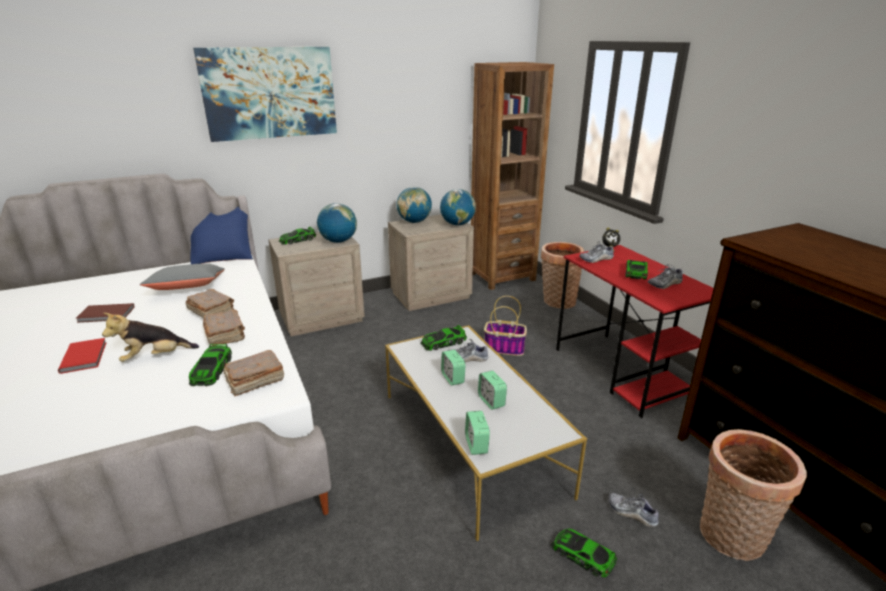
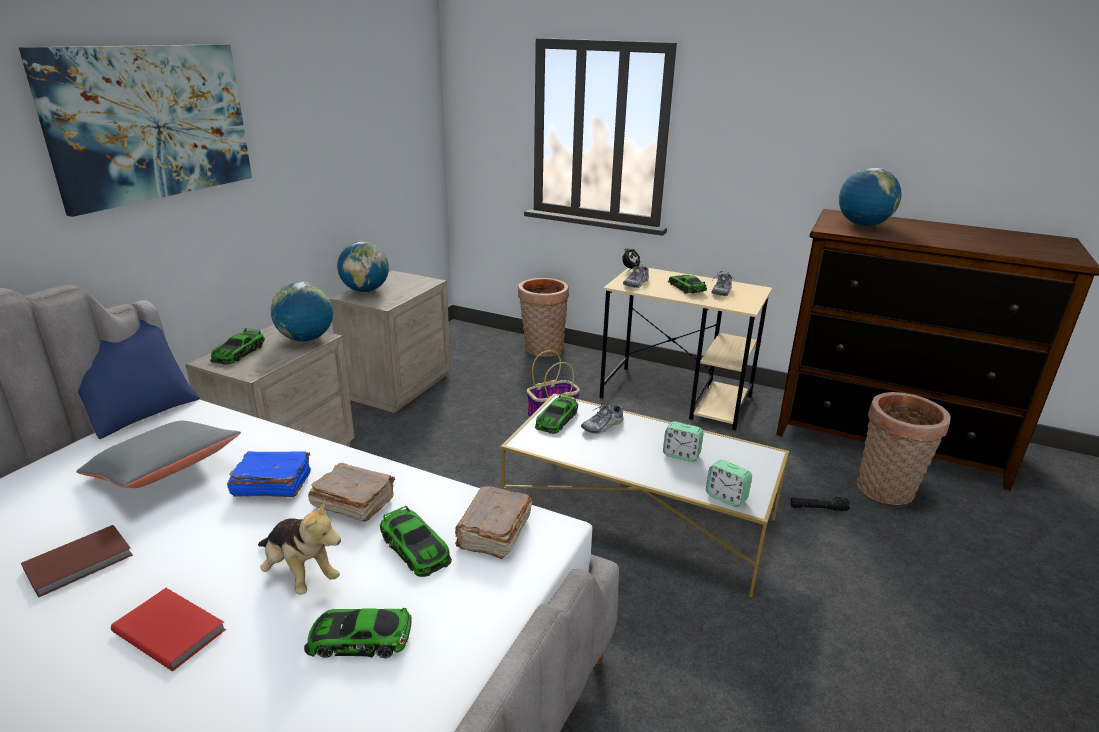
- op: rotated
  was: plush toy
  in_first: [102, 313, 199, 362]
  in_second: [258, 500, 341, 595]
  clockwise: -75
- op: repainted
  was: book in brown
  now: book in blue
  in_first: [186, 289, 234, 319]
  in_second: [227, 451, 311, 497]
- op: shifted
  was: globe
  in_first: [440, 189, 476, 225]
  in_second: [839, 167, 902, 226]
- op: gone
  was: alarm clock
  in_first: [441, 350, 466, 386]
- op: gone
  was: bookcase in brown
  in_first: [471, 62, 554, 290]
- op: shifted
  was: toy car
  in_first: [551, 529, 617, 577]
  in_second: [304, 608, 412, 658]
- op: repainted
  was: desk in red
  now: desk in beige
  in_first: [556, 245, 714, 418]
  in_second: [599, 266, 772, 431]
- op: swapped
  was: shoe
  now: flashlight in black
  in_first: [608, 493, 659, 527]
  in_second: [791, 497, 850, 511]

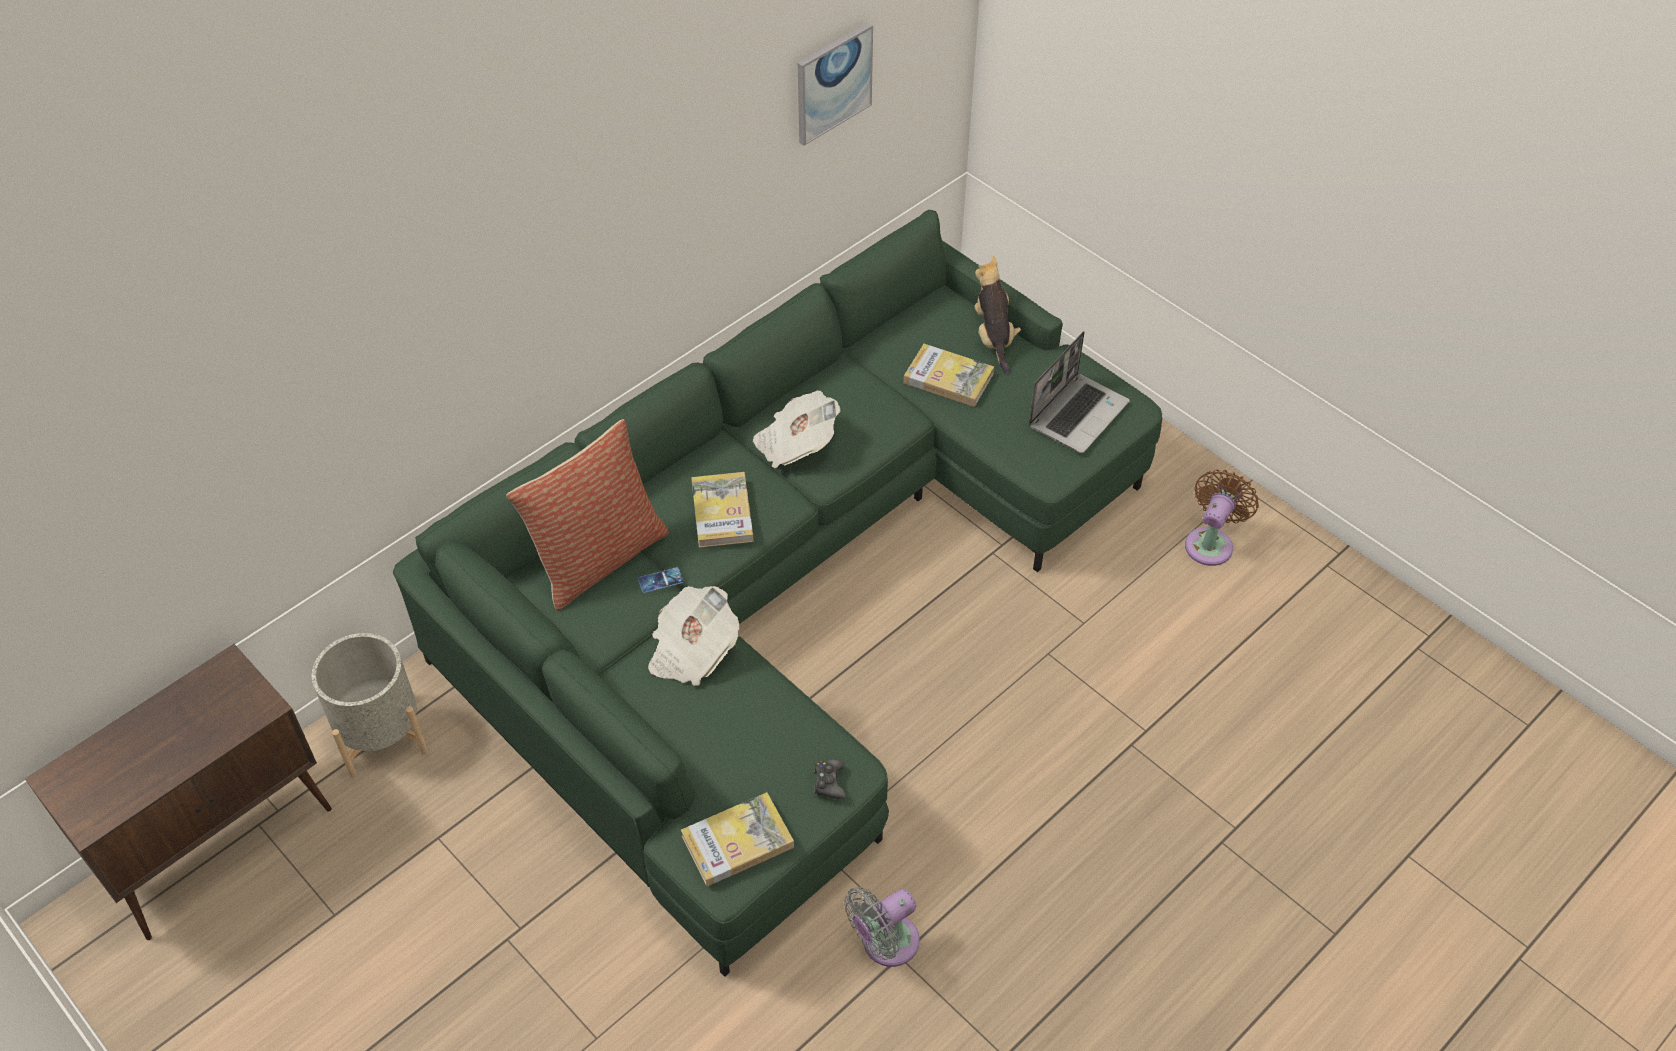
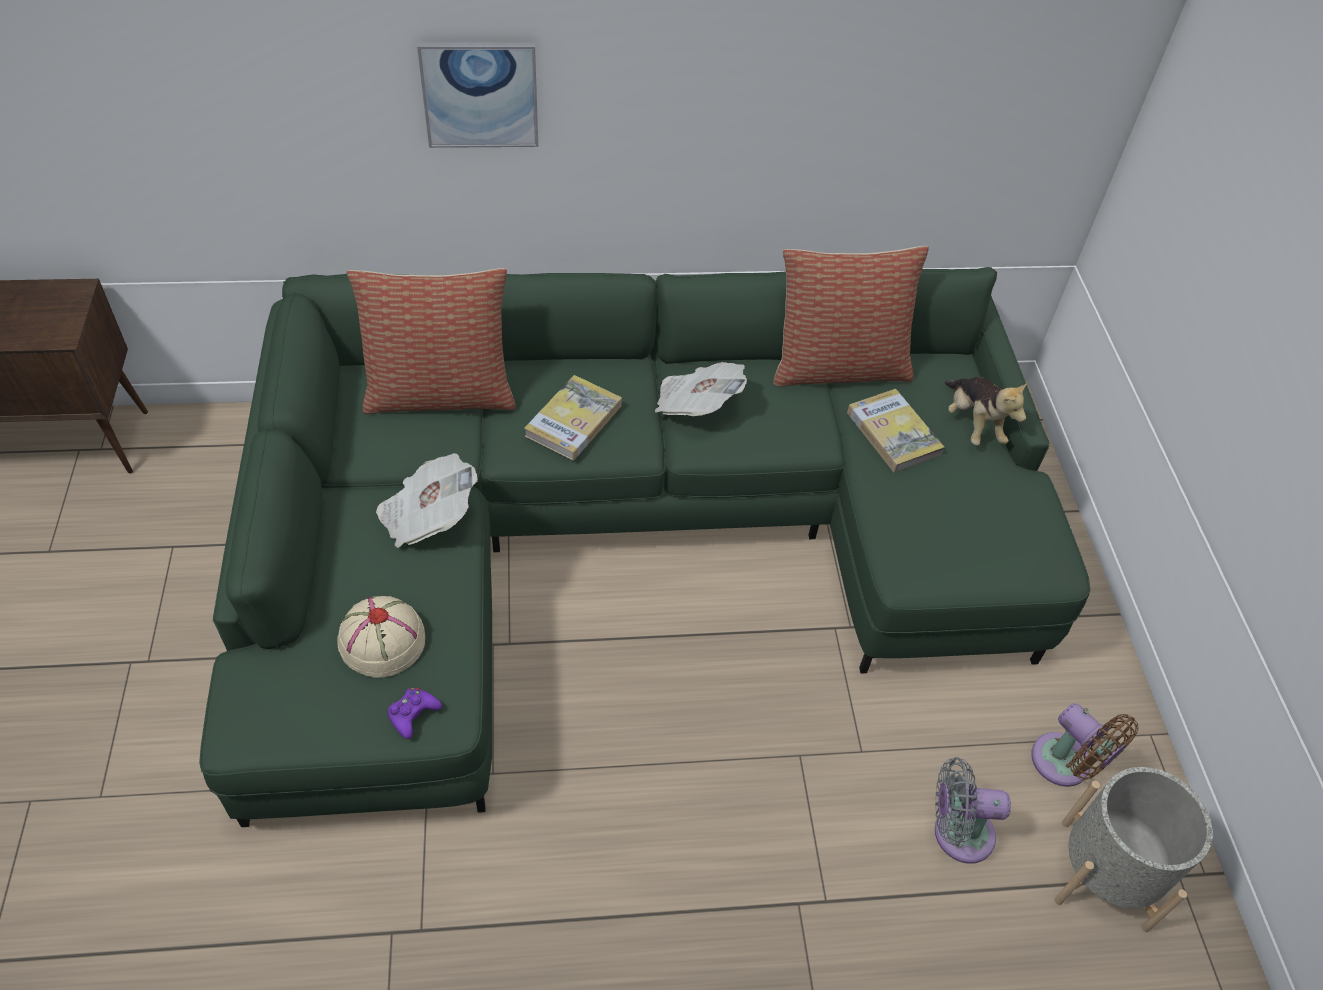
- op: shifted
  was: planter in grey
  in_first: [312, 633, 428, 777]
  in_second: [1054, 767, 1213, 932]
- op: gone
  was: phone
  in_first: [638, 567, 683, 593]
- op: gone
  was: book
  in_first: [681, 792, 794, 886]
- op: shifted
  was: picture
  in_first: [798, 23, 873, 146]
  in_second: [417, 42, 538, 148]
- op: repainted
  was: game controller in black
  now: game controller in purple
  in_first: [814, 759, 846, 799]
  in_second: [388, 687, 442, 739]
- op: shifted
  was: fan in grey
  in_first: [844, 887, 920, 967]
  in_second: [935, 757, 1011, 864]
- op: rotated
  was: plush toy
  in_first: [974, 256, 1021, 374]
  in_second: [944, 377, 1027, 446]
  clockwise: 135
- op: gone
  was: laptop
  in_first: [1029, 331, 1130, 453]
- op: rotated
  was: fan in brown
  in_first: [1185, 470, 1259, 566]
  in_second: [1032, 703, 1139, 787]
  clockwise: 75
- op: new
  now: hat in beige
  in_second: [337, 596, 425, 678]
- op: new
  now: pillow
  in_second: [773, 246, 929, 387]

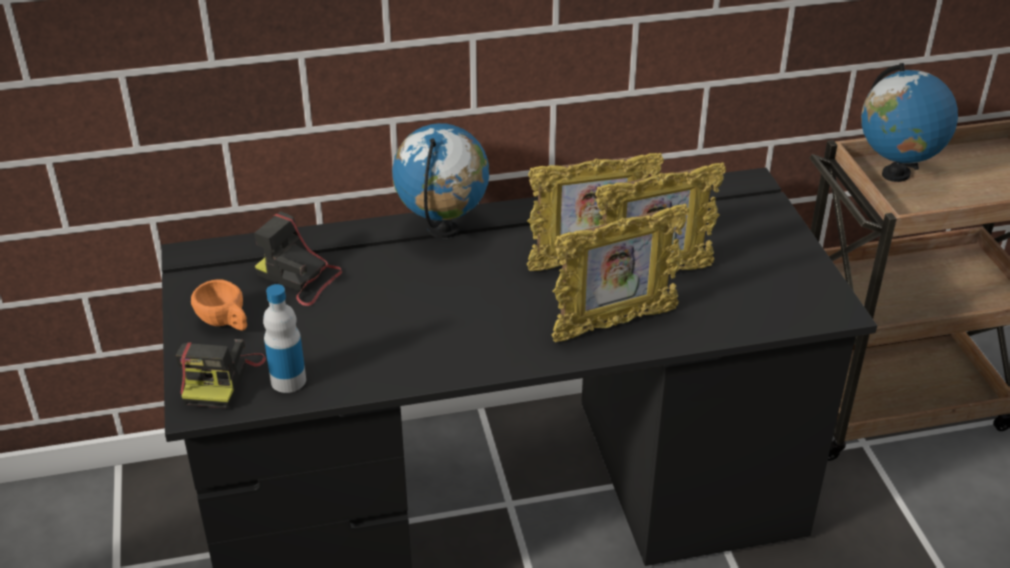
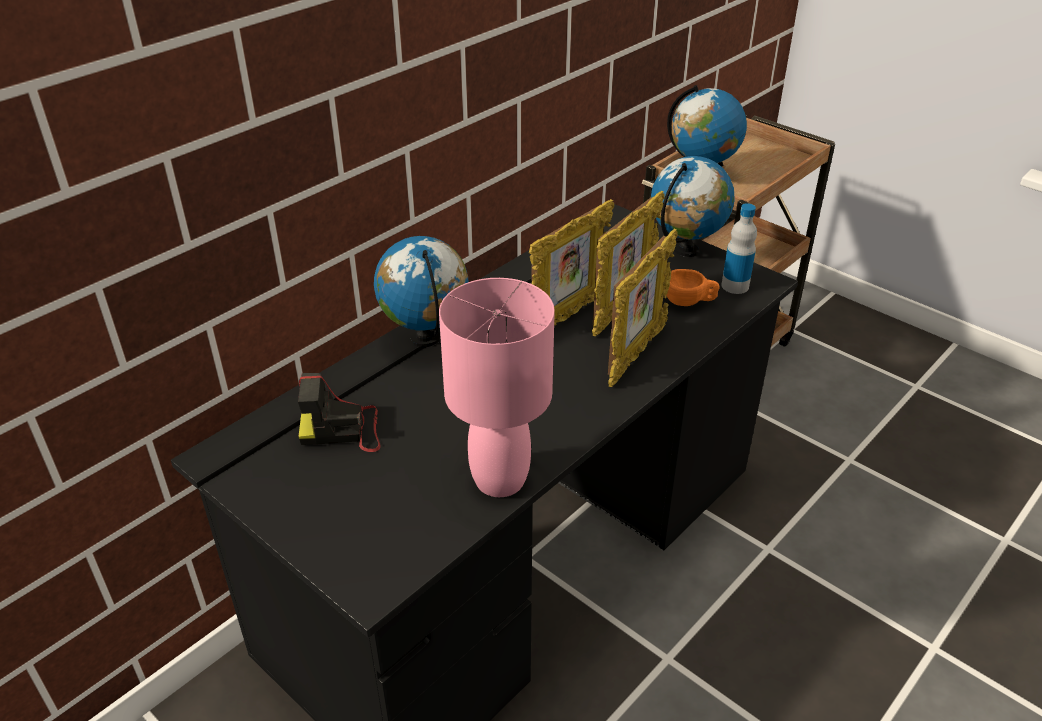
- op: gone
  was: photo camera
  in_first: [176, 339, 266, 409]
- op: shifted
  was: cup in orange
  in_first: [191, 279, 247, 331]
  in_second: [664, 269, 720, 306]
- op: shifted
  was: bottle
  in_first: [263, 284, 306, 393]
  in_second: [722, 203, 757, 294]
- op: new
  now: table lamp in pink
  in_second: [439, 278, 555, 497]
- op: new
  now: globe
  in_second: [651, 156, 735, 257]

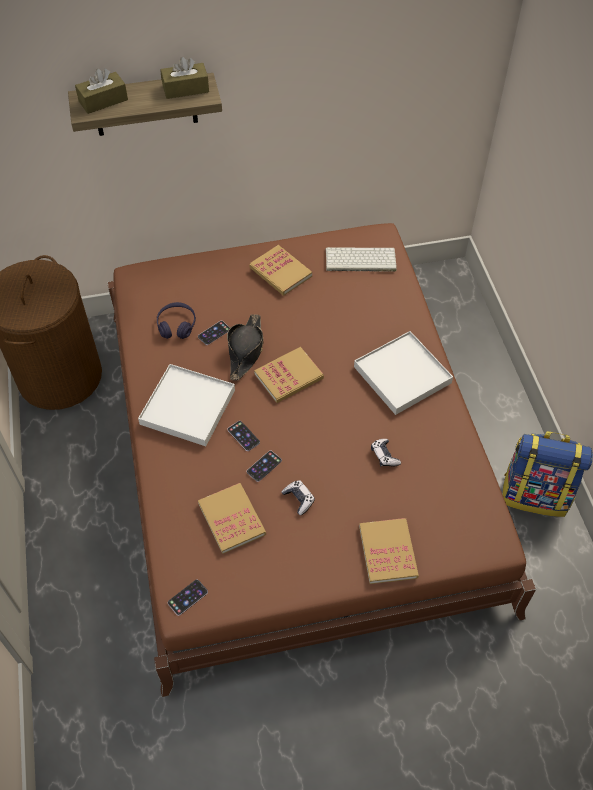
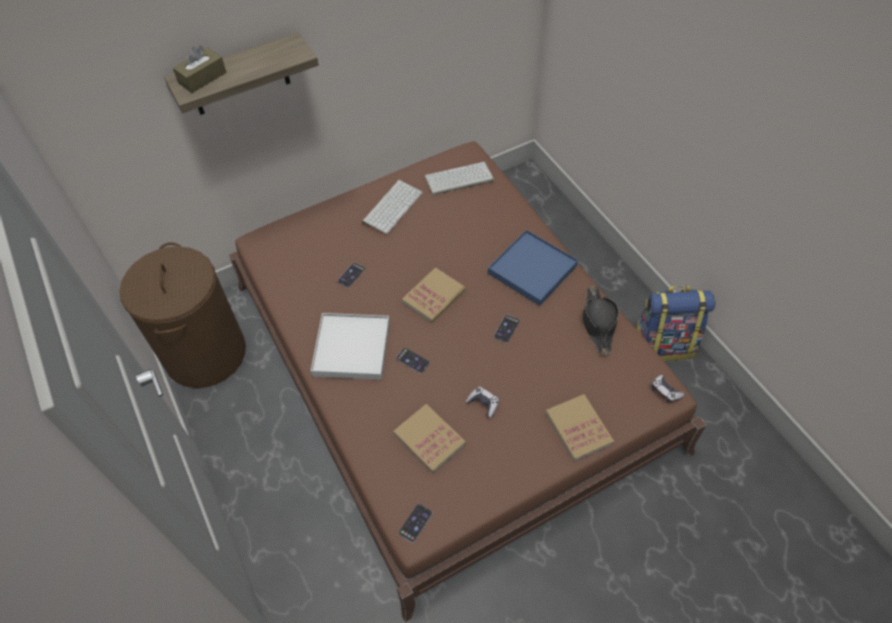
- op: gone
  was: headphones in purple
  in_first: [157, 302, 196, 339]
- op: gone
  was: tissue box in brown
  in_first: [160, 57, 209, 99]
- op: shifted
  was: hat in black
  in_first: [227, 314, 264, 381]
  in_second: [583, 286, 619, 355]
- op: shifted
  was: phone
  in_first: [247, 451, 282, 482]
  in_second: [494, 314, 520, 343]
- op: swapped
  was: book
  now: keyboard
  in_first: [249, 245, 312, 296]
  in_second: [362, 180, 423, 234]
- op: repainted
  was: tray in white
  now: tray in blue
  in_first: [354, 331, 453, 415]
  in_second: [488, 230, 578, 306]
- op: shifted
  was: game controller
  in_first: [371, 439, 401, 466]
  in_second: [652, 375, 685, 403]

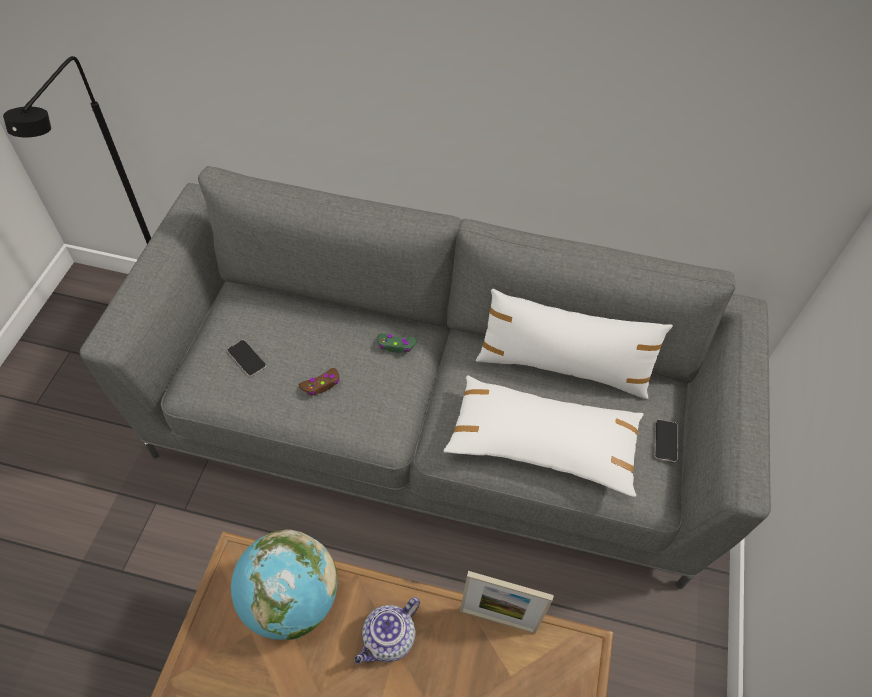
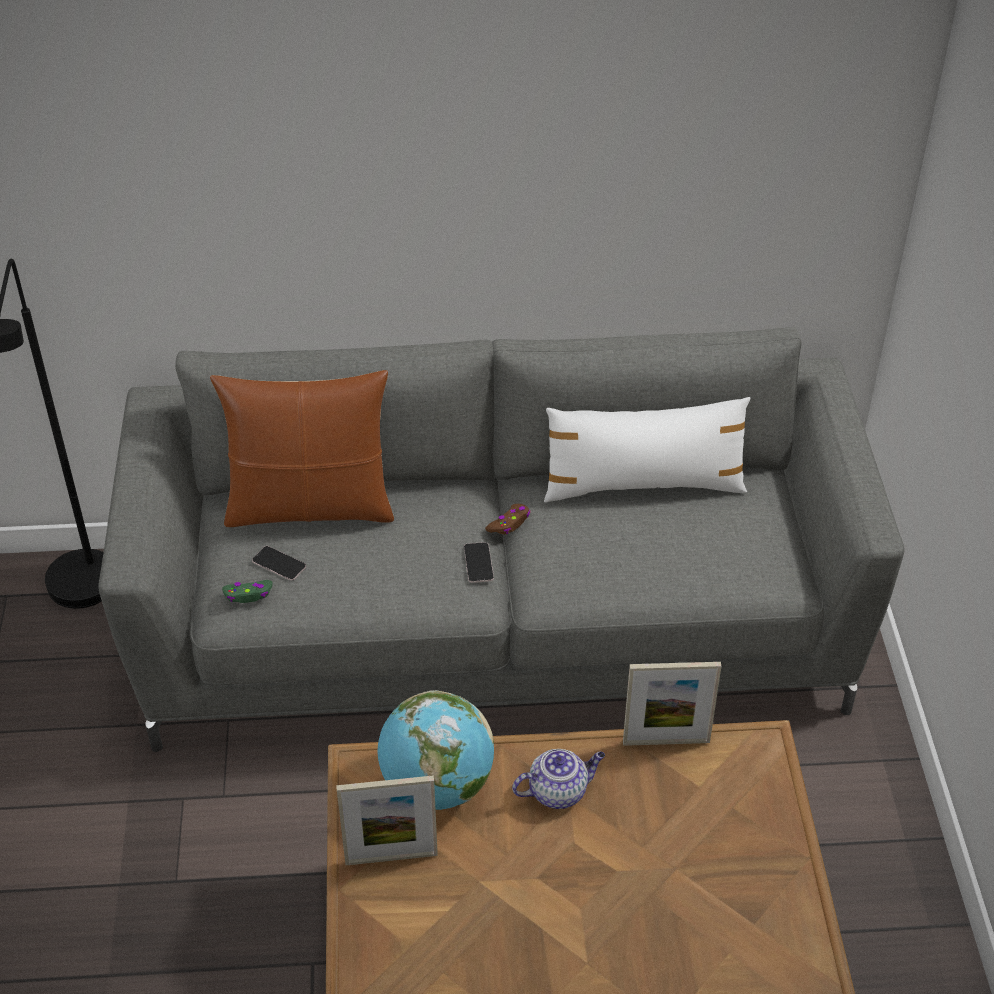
- op: shifted
  was: game controller in brown
  in_first: [299, 368, 340, 396]
  in_second: [485, 504, 530, 534]
- op: rotated
  was: teapot
  in_first: [355, 597, 420, 664]
  in_second: [512, 749, 605, 809]
  clockwise: -135
- op: shifted
  was: game controller in green
  in_first: [378, 334, 417, 353]
  in_second: [222, 580, 273, 603]
- op: gone
  was: pillow in white
  in_first: [444, 375, 643, 497]
- op: shifted
  was: phone
  in_first: [655, 420, 678, 462]
  in_second: [464, 542, 494, 583]
- op: new
  now: pillow in brown
  in_second: [210, 370, 394, 527]
- op: new
  now: picture frame
  in_second: [336, 775, 438, 865]

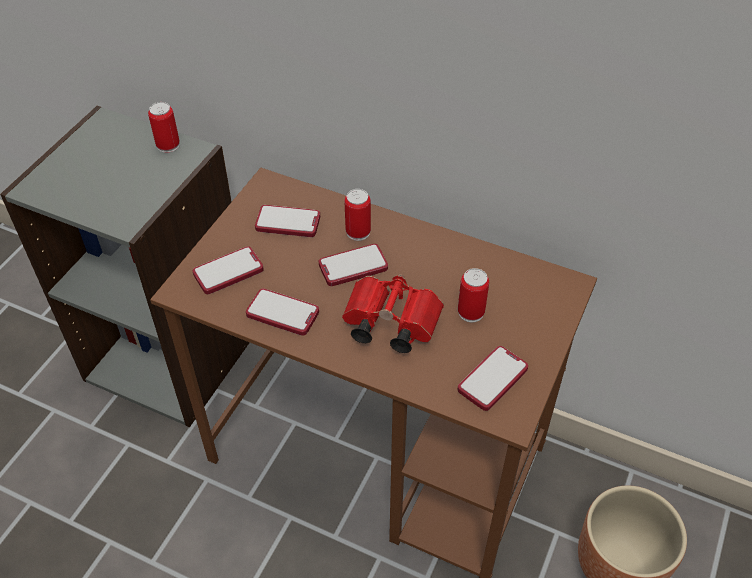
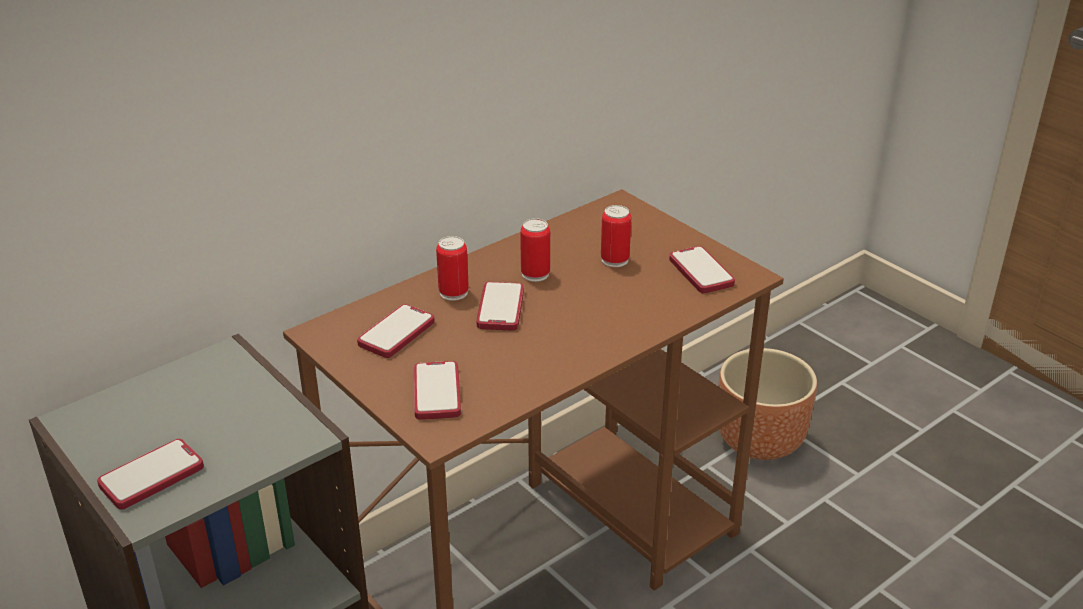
- op: shifted
  was: can
  in_first: [148, 102, 180, 153]
  in_second: [520, 218, 550, 282]
- op: shifted
  was: phone
  in_first: [246, 288, 319, 336]
  in_second: [97, 439, 204, 510]
- op: gone
  was: binoculars in red
  in_first: [342, 274, 444, 353]

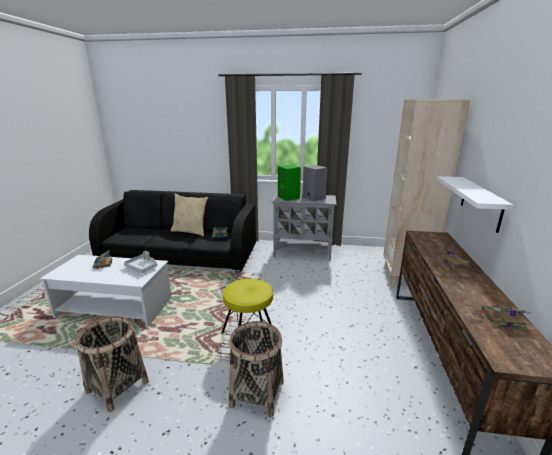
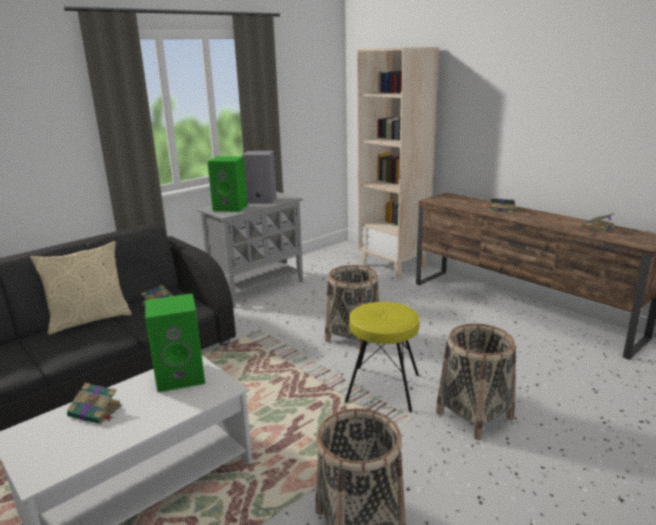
- op: swapped
  was: tray in grey
  now: speaker in green
  in_first: [124, 251, 157, 273]
  in_second: [145, 293, 205, 392]
- op: gone
  was: shelf in white
  in_first: [437, 176, 514, 233]
- op: new
  now: basket
  in_second: [325, 265, 379, 351]

